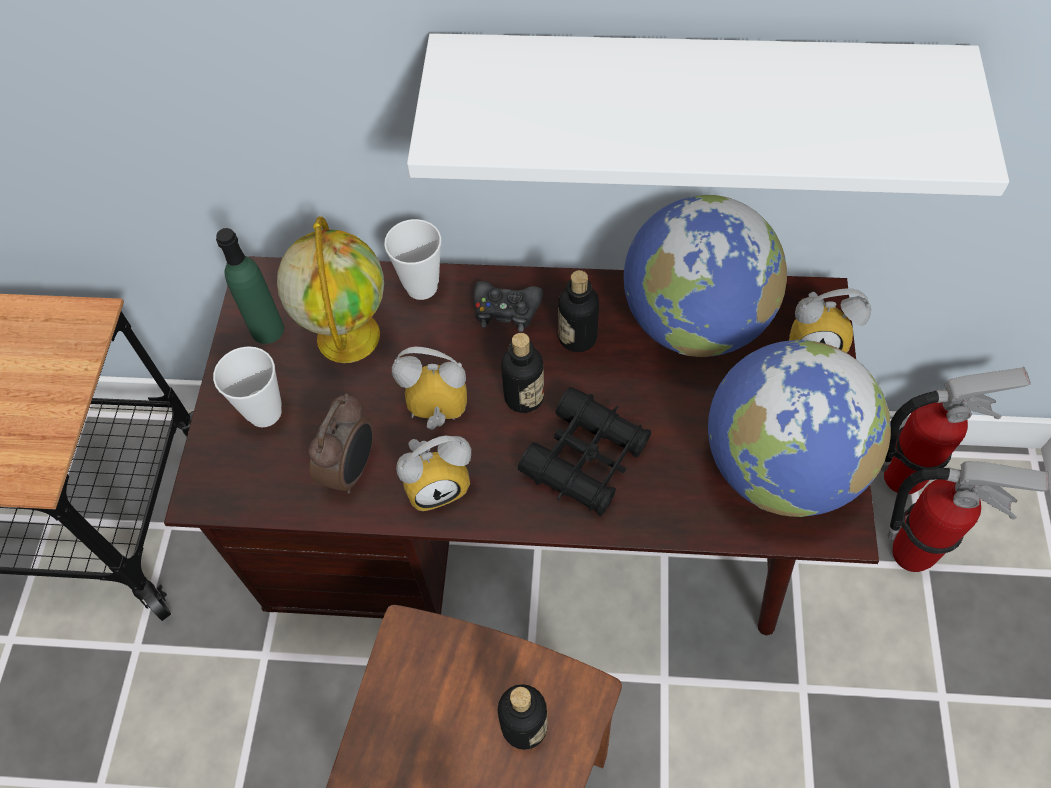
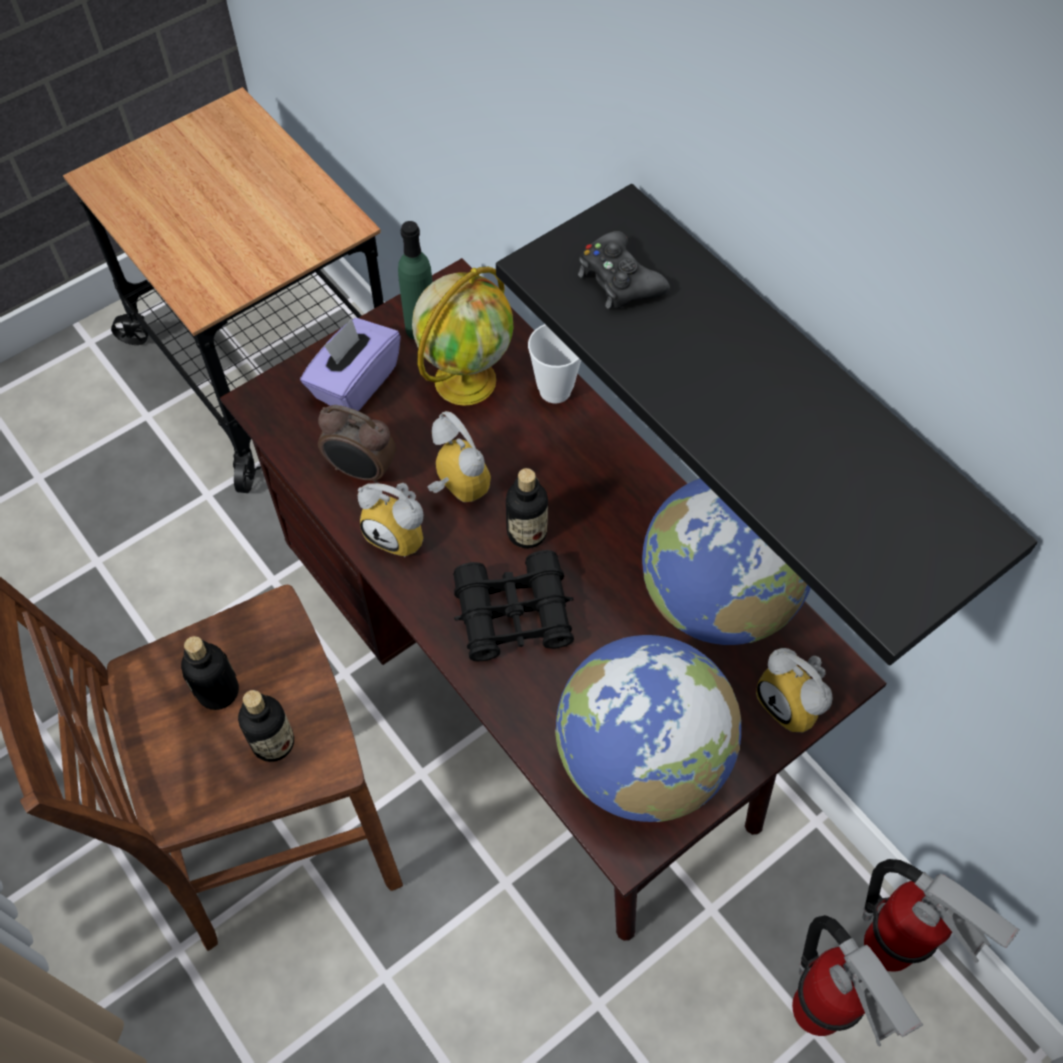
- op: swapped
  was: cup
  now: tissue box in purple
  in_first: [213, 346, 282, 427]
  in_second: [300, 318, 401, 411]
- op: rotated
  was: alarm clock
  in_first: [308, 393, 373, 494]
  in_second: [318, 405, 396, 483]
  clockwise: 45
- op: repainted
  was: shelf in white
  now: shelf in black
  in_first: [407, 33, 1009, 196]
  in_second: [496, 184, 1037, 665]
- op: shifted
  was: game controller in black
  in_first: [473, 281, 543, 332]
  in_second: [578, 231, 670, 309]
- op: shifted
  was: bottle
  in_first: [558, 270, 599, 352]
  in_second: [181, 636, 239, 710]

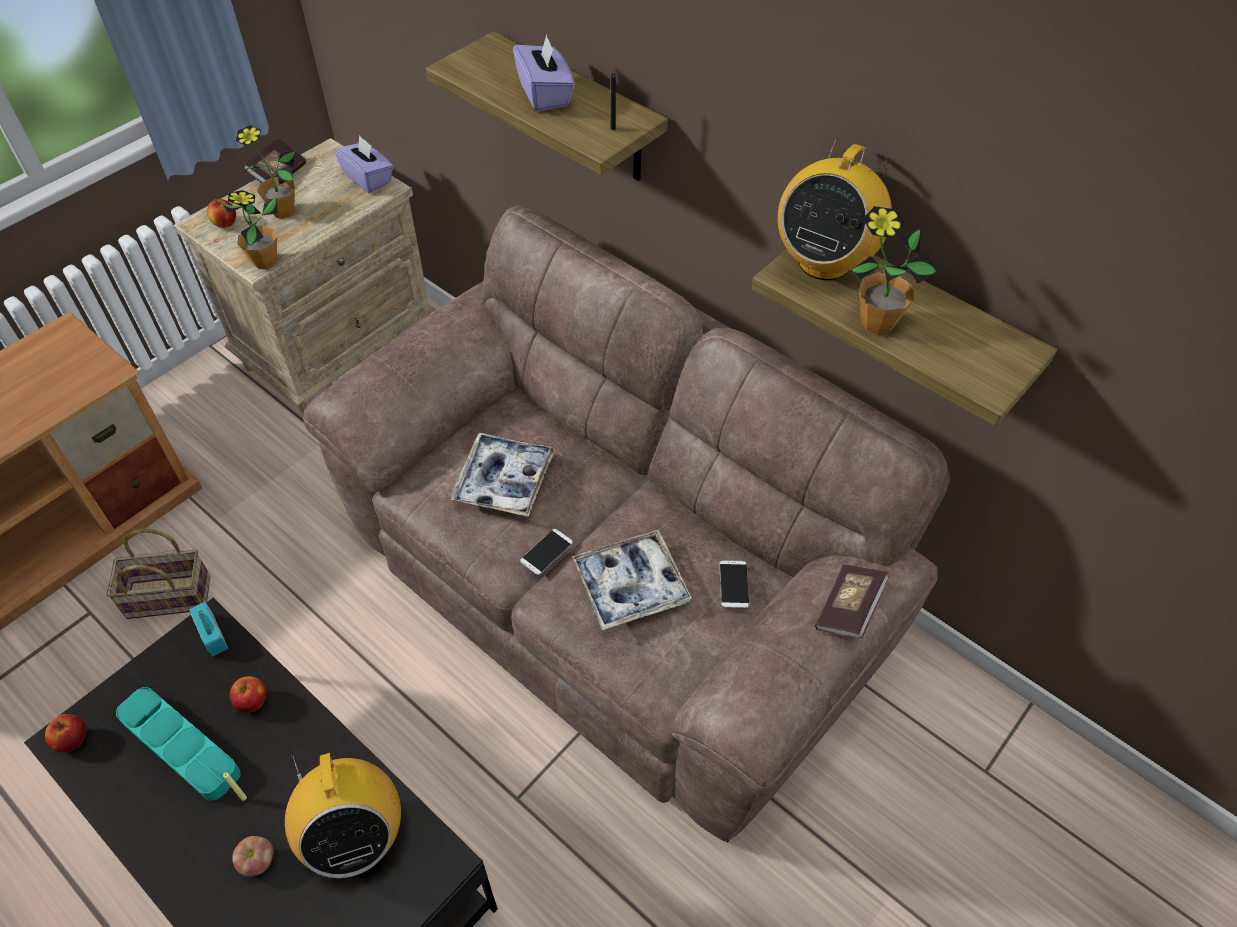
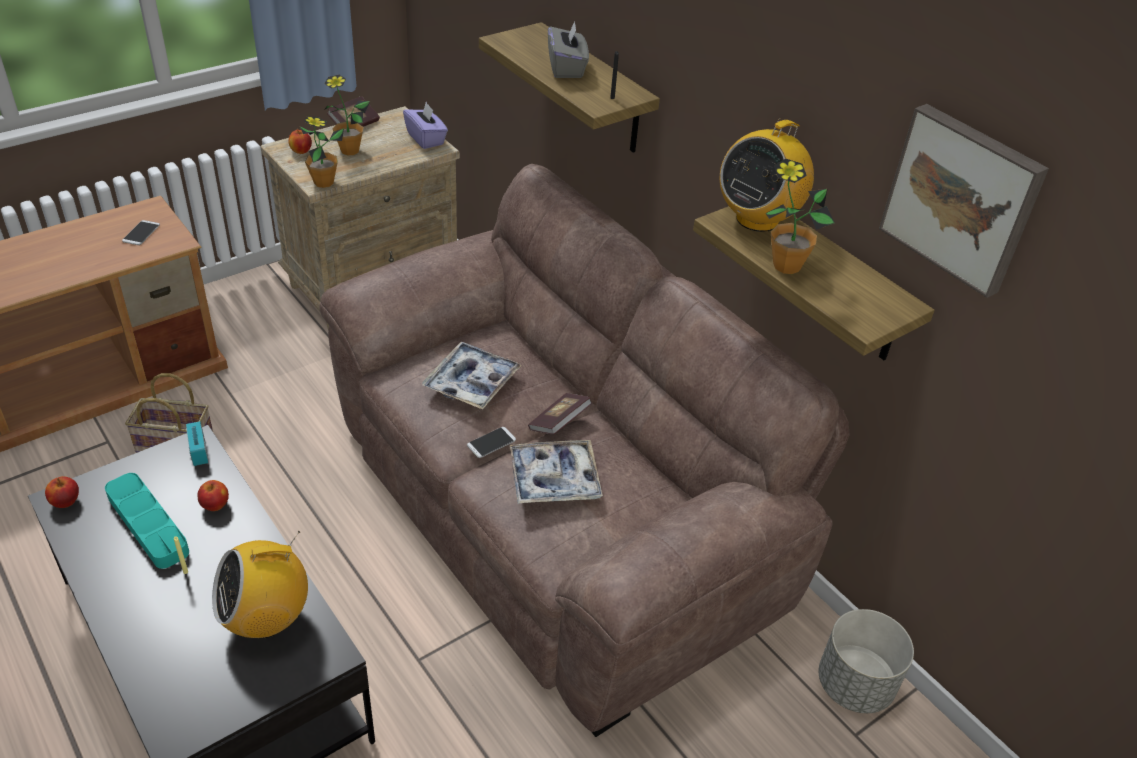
- op: gone
  was: apple
  in_first: [232, 836, 274, 877]
- op: rotated
  was: radio
  in_first: [285, 753, 401, 878]
  in_second: [212, 531, 308, 638]
  clockwise: 75
- op: repainted
  was: tissue box in purple
  now: tissue box in grey
  in_first: [513, 35, 575, 112]
  in_second: [548, 21, 589, 78]
- op: shifted
  was: phone
  in_first: [719, 560, 749, 608]
  in_second: [122, 220, 160, 245]
- op: shifted
  was: book
  in_first: [815, 565, 889, 639]
  in_second: [528, 393, 592, 435]
- op: new
  now: planter in grey
  in_second: [818, 609, 914, 713]
- op: new
  now: picture
  in_second: [879, 104, 1049, 298]

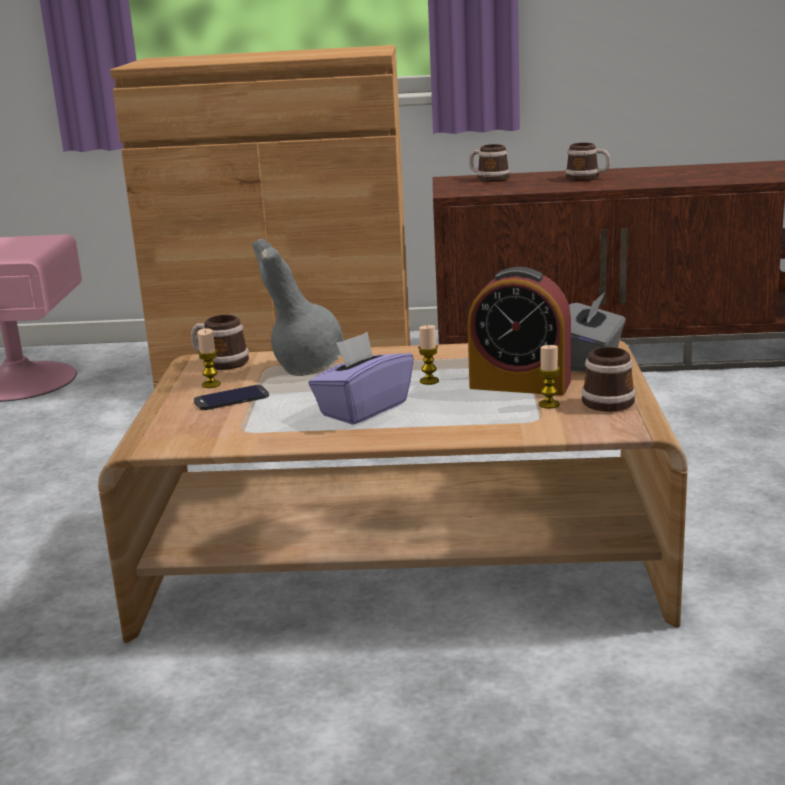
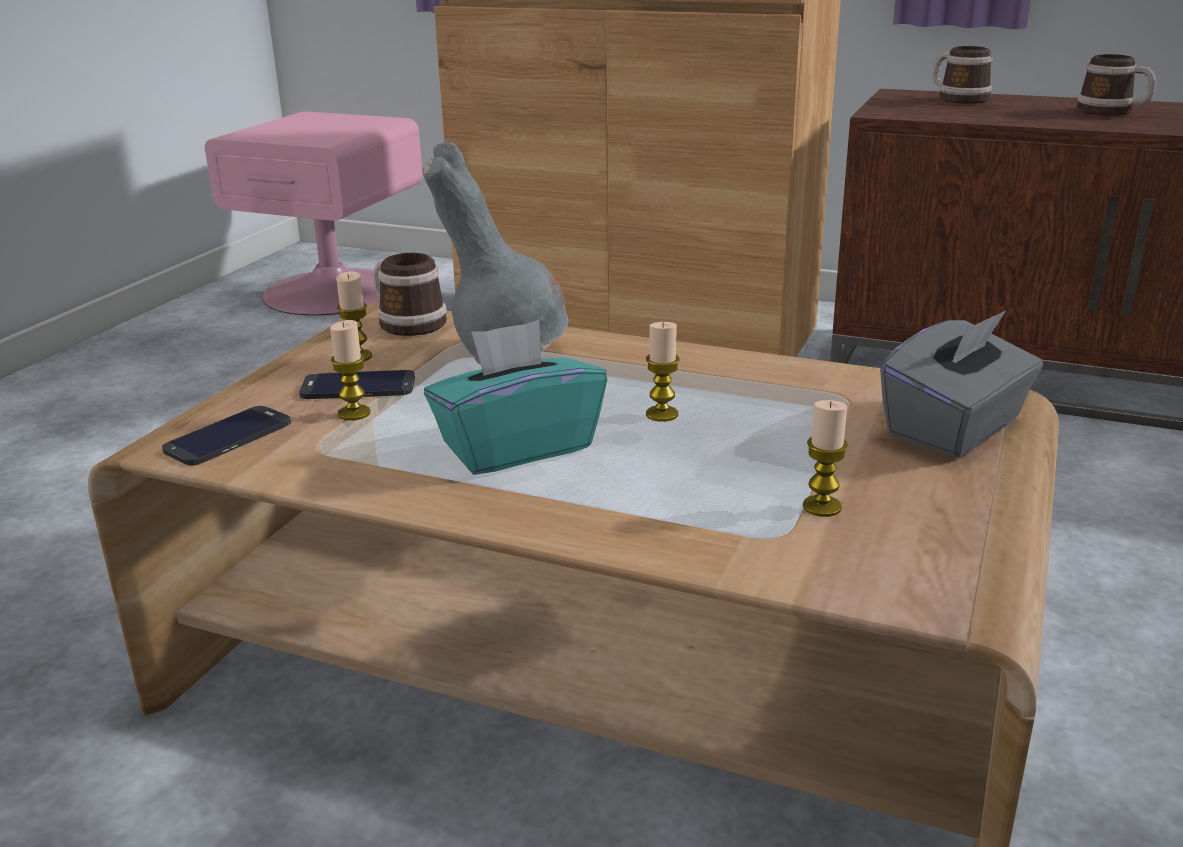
- op: repainted
  was: tissue box in purple
  now: tissue box in turquoise
  in_first: [308, 332, 414, 425]
  in_second: [424, 320, 607, 475]
- op: gone
  was: alarm clock
  in_first: [468, 267, 571, 395]
- op: gone
  was: mug
  in_first: [581, 347, 636, 412]
- op: new
  now: phone
  in_second: [162, 406, 291, 466]
- op: new
  now: candle
  in_second: [330, 320, 371, 421]

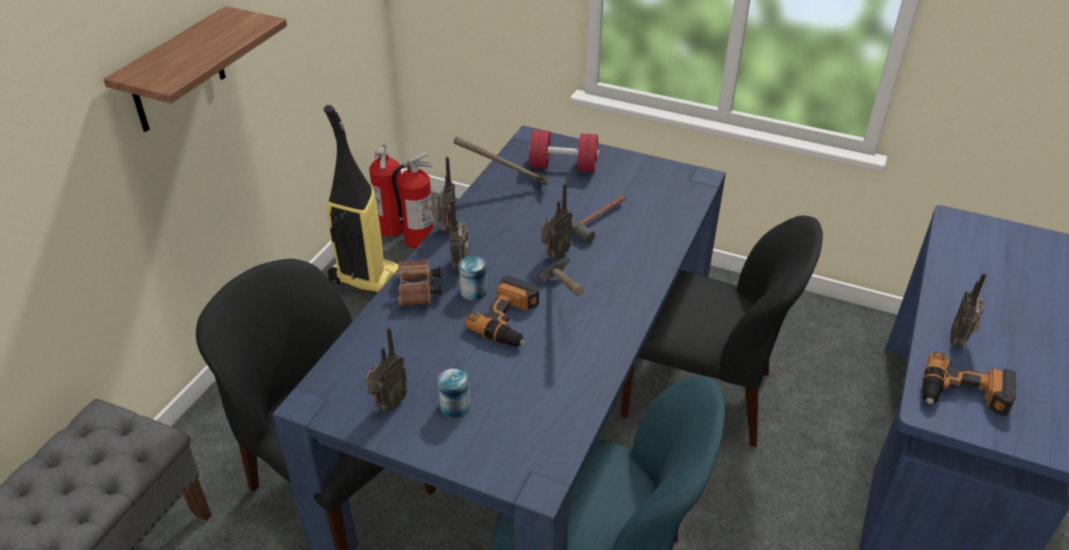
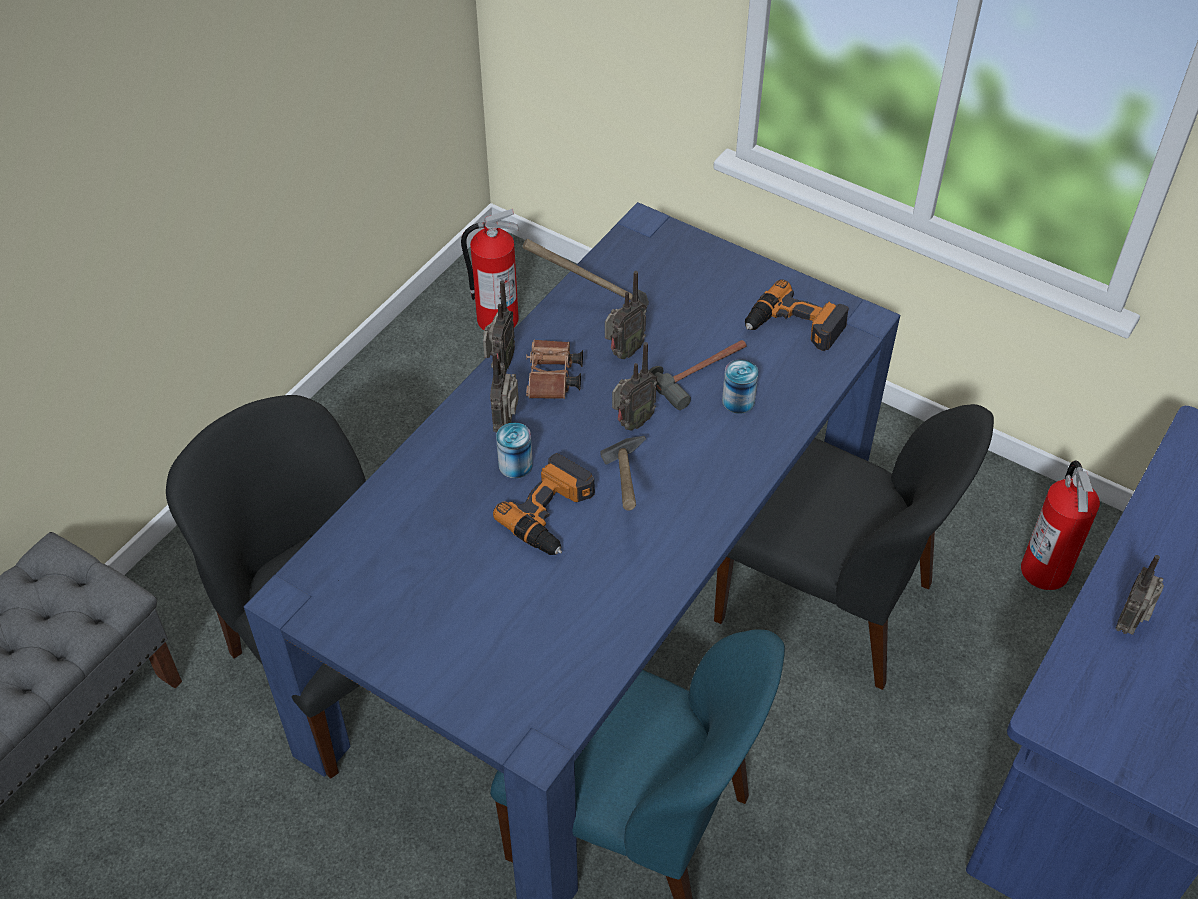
- op: gone
  was: shelf
  in_first: [103, 6, 287, 132]
- op: gone
  was: vacuum cleaner
  in_first: [324, 105, 398, 293]
- op: shifted
  was: radio
  in_first: [365, 327, 408, 412]
  in_second: [605, 271, 647, 359]
- op: shifted
  was: fire extinguisher
  in_first: [369, 145, 404, 237]
  in_second: [1021, 460, 1100, 590]
- op: shifted
  was: binoculars in brown
  in_first: [395, 260, 442, 306]
  in_second: [526, 340, 583, 399]
- op: shifted
  was: can
  in_first: [438, 367, 471, 418]
  in_second: [722, 359, 759, 414]
- op: gone
  was: dumbbell in red
  in_first: [529, 130, 600, 172]
- op: shifted
  was: power drill
  in_first: [922, 352, 1016, 416]
  in_second: [745, 279, 848, 351]

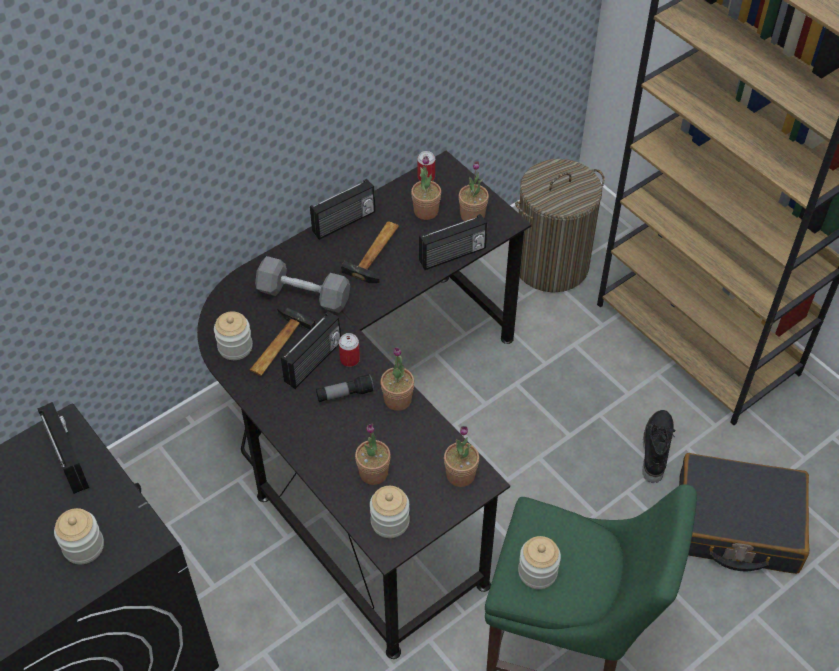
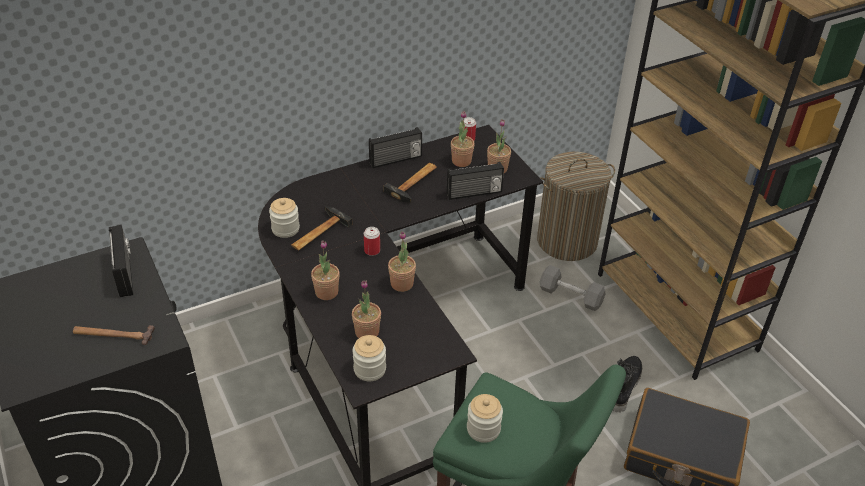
- op: swapped
  was: jar
  now: hammer
  in_first: [54, 508, 104, 564]
  in_second: [73, 325, 155, 345]
- op: shifted
  was: dumbbell in grey
  in_first: [255, 256, 350, 313]
  in_second: [540, 265, 606, 311]
- op: gone
  was: radio
  in_first: [281, 311, 341, 389]
- op: gone
  was: flashlight
  in_first: [316, 374, 374, 402]
- op: shifted
  was: potted plant
  in_first: [444, 426, 479, 487]
  in_second: [311, 240, 340, 300]

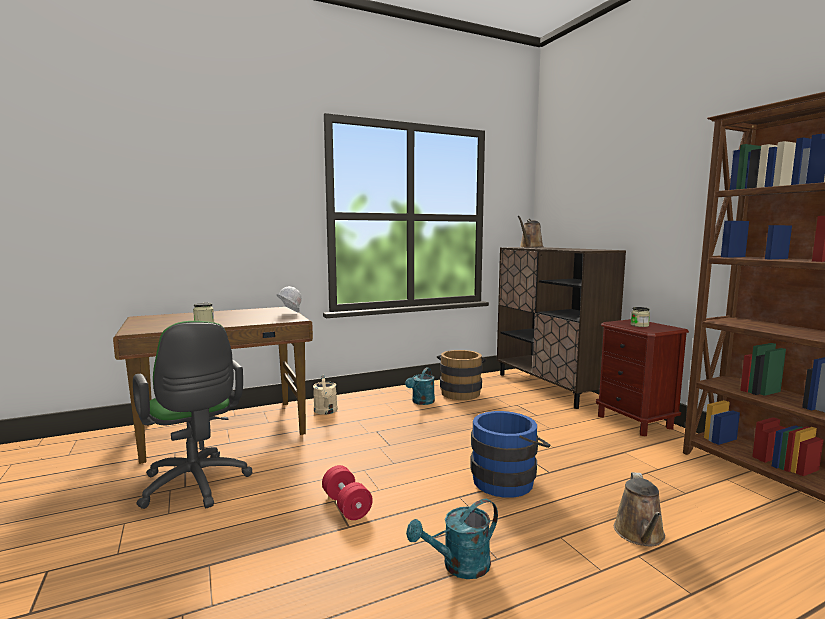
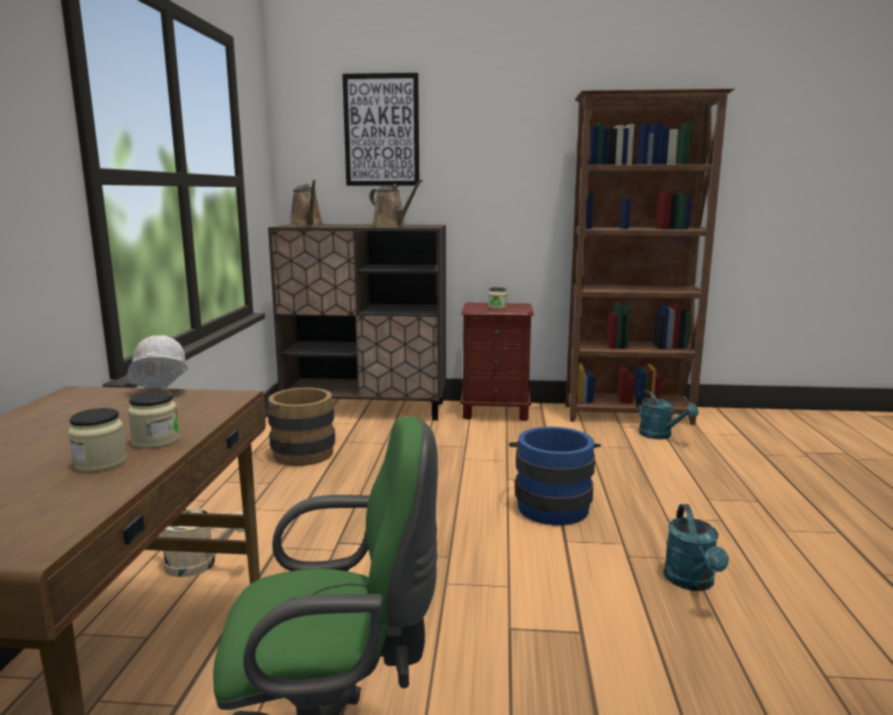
- op: gone
  was: dumbbell in red
  in_first: [322, 465, 373, 520]
- op: shifted
  was: watering can in turquoise
  in_first: [405, 368, 435, 405]
  in_second: [636, 390, 699, 440]
- op: shifted
  was: watering can in brown
  in_first: [614, 472, 665, 546]
  in_second: [369, 180, 422, 227]
- op: new
  now: jar
  in_second: [128, 391, 180, 449]
- op: new
  now: picture
  in_second: [342, 73, 419, 186]

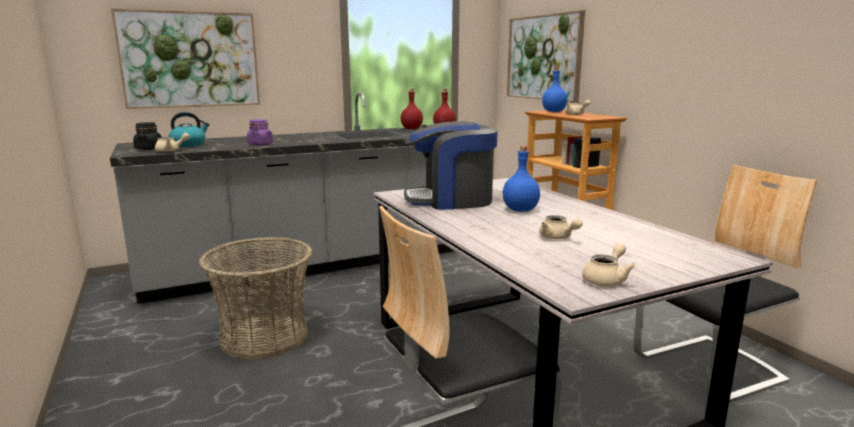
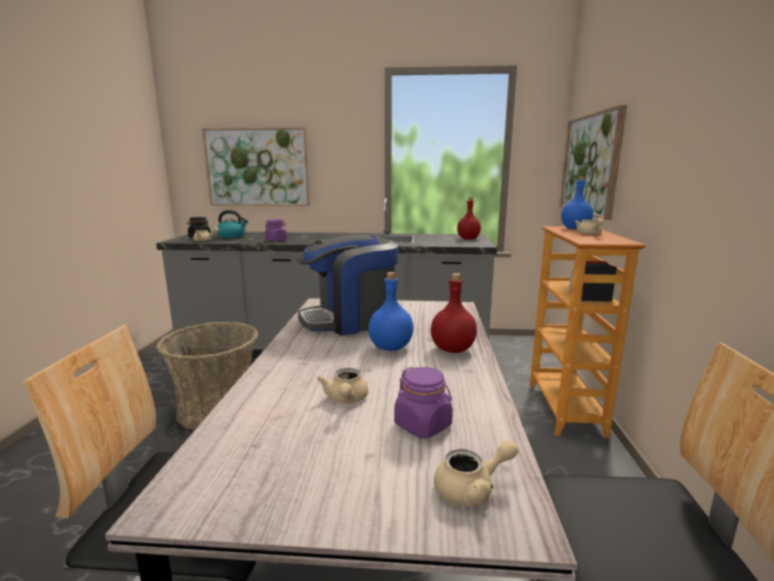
- op: shifted
  was: bottle in red
  in_first: [401, 89, 423, 129]
  in_second: [431, 273, 477, 353]
- op: rotated
  was: coffee machine
  in_first: [404, 121, 498, 210]
  in_second: [297, 234, 398, 335]
  clockwise: -45
- op: shifted
  was: teapot in beige
  in_first: [582, 243, 635, 286]
  in_second: [434, 440, 518, 507]
- op: new
  now: jar in purple
  in_second: [394, 367, 453, 439]

